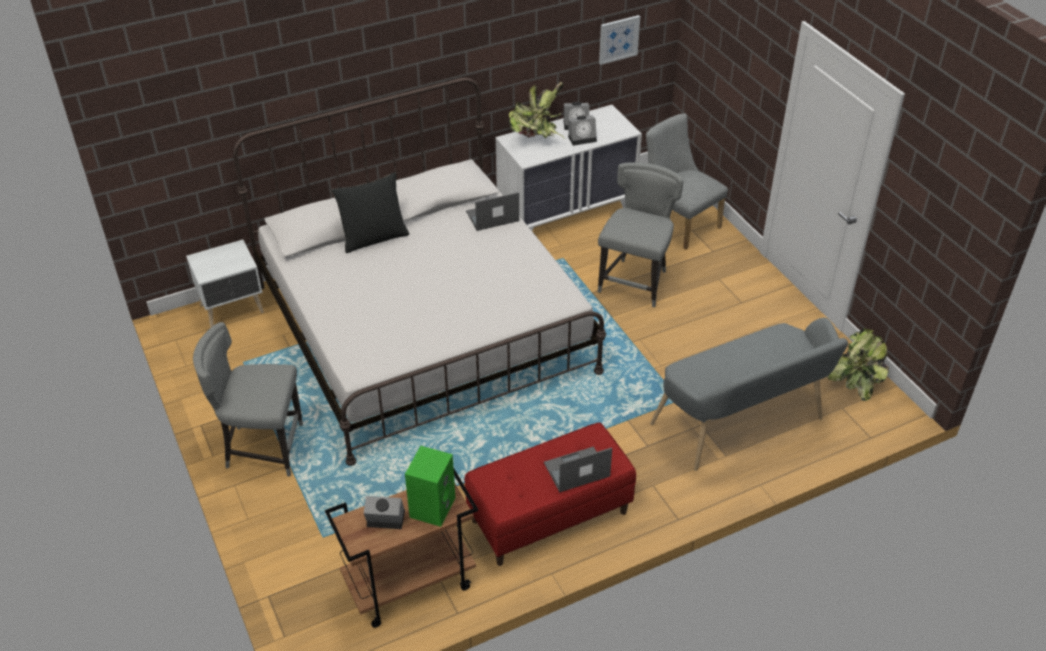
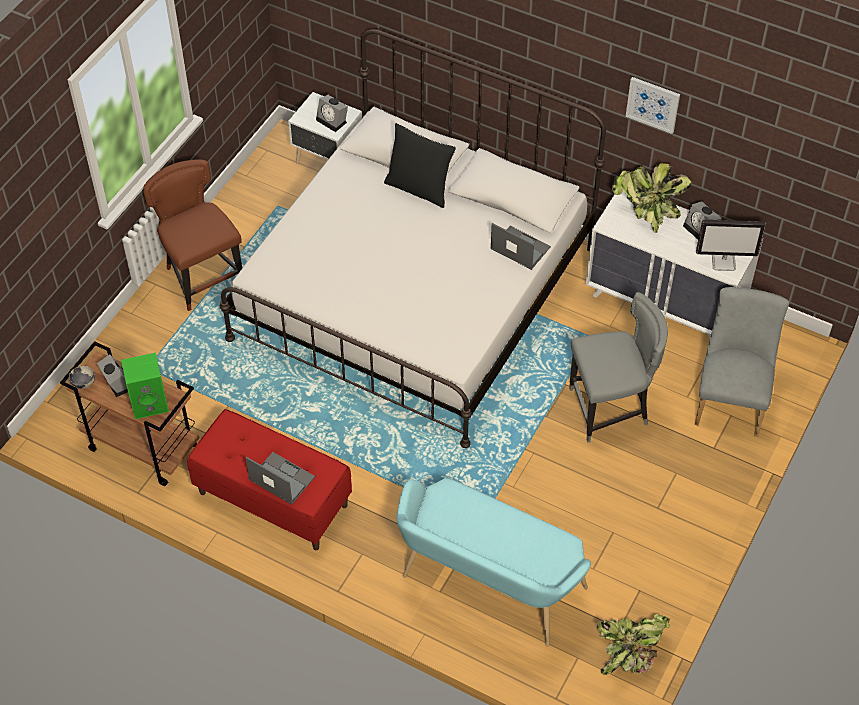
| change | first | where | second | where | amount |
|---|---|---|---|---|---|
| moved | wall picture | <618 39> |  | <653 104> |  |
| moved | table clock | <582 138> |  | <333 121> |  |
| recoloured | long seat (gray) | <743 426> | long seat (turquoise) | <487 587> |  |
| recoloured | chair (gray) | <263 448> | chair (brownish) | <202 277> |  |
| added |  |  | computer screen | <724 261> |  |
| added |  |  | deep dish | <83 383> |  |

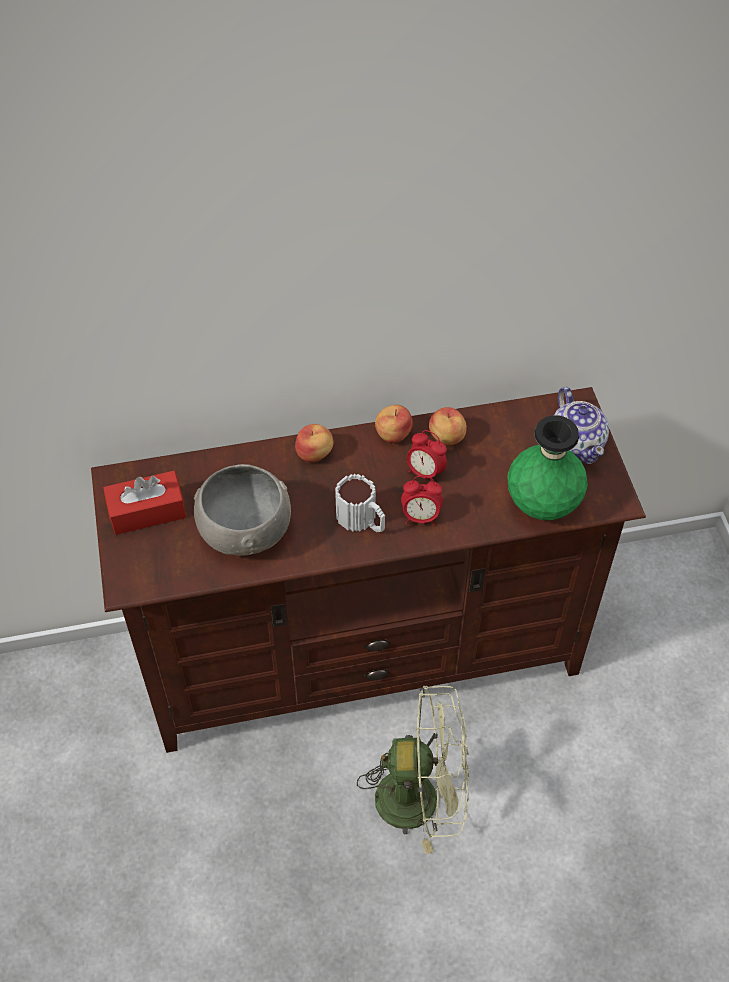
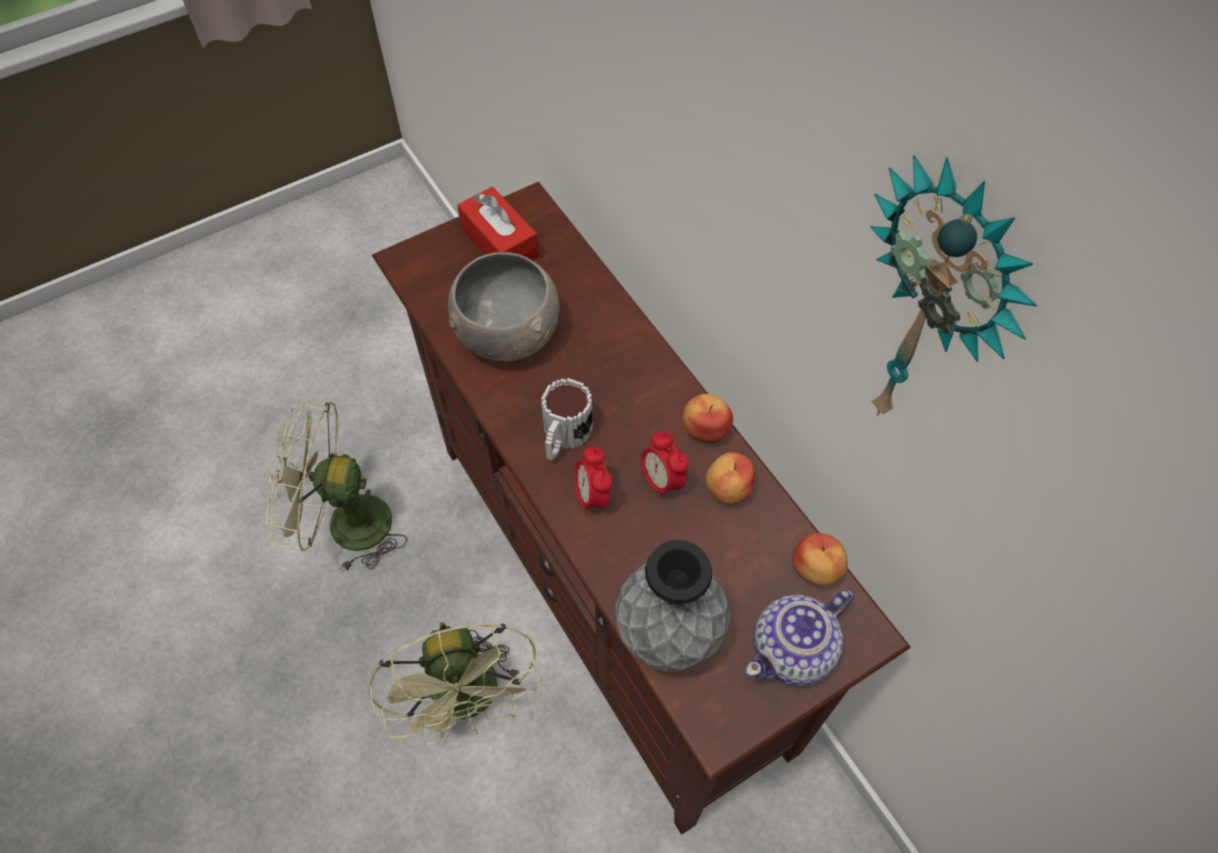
| change | first | where | second | where | amount |
|---|---|---|---|---|---|
| recoloured | decorative vase (green-coloured) | <542 505> | decorative vase (gray) | <669 633> |  |
| moved | whole apple | <315 454> |  | <815 570> |  |
| turned | table clock | <425 472> |  | <662 481> | 45 degrees counterclockwise |
| added |  |  | hanging clock | <934 310> |  |
| added |  |  | fan (green-coloured) | <345 524> |  |

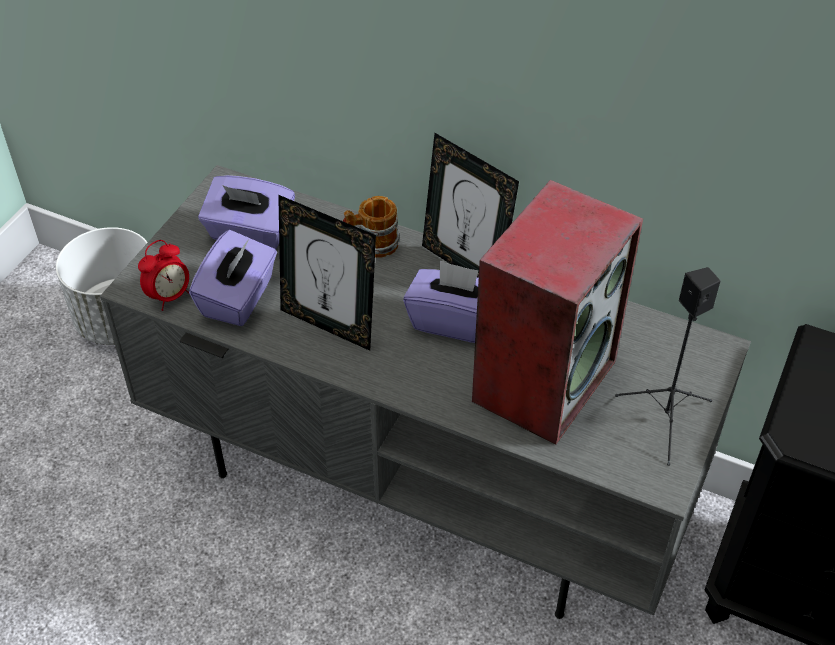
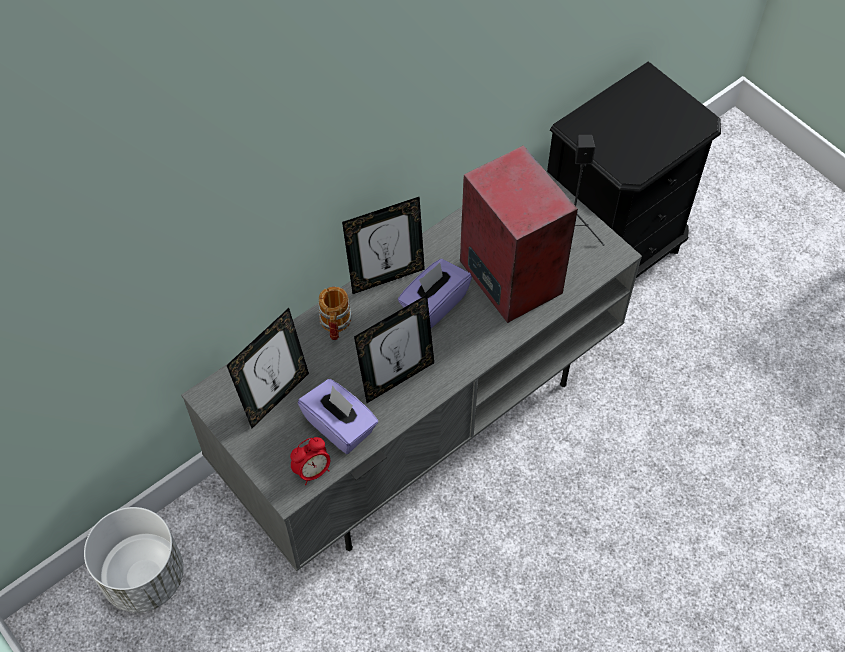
| change | first | where | second | where | amount |
|---|---|---|---|---|---|
| replaced | tissue holder (purple) | <250 233> | picture frame | <275 396> |  |
| turned | table clock | <169 296> |  | <312 471> | 75 degrees clockwise |

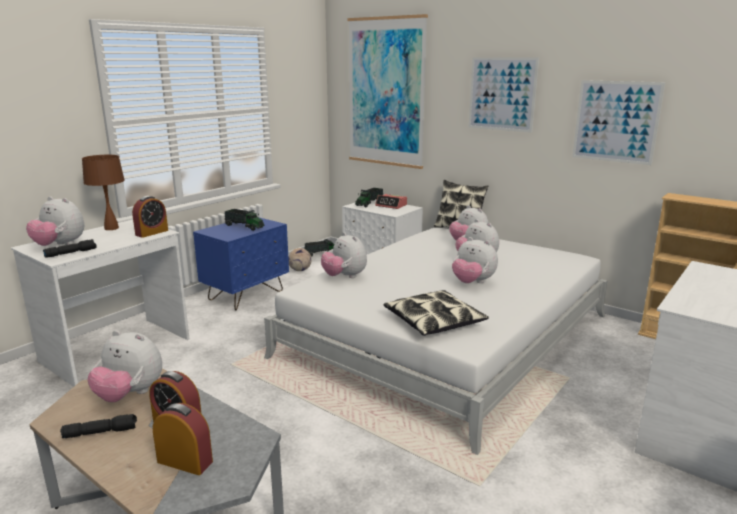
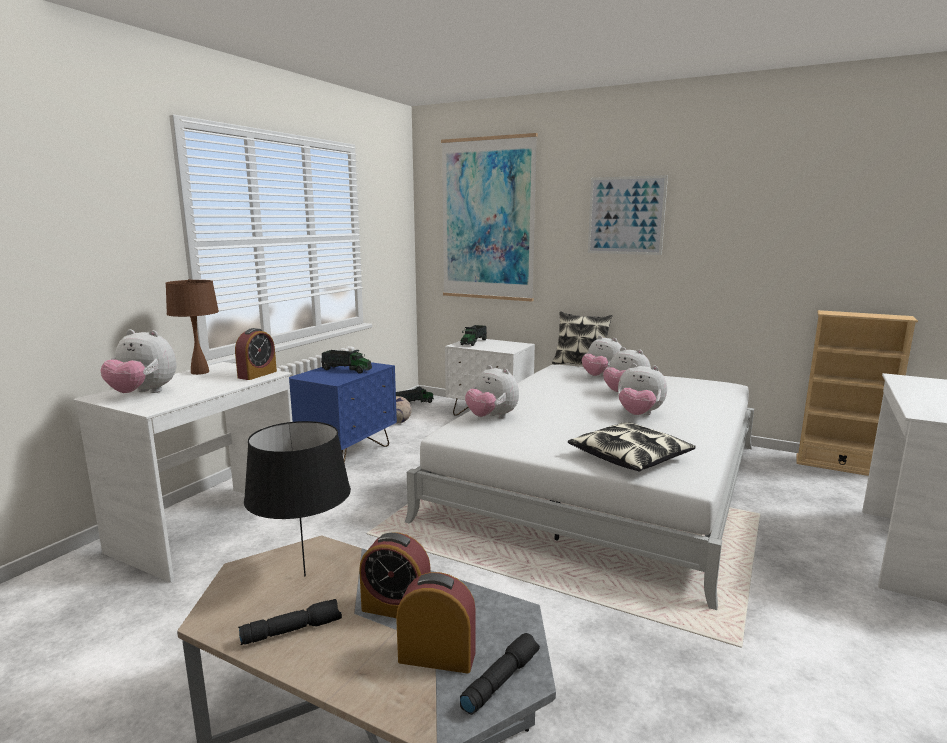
| change | first | where | second | where | amount |
|---|---|---|---|---|---|
| removed | wall picture | <616 121> |  |  |  |
| removed | table clock | <391 205> |  |  |  |
| moved | hand torch (blackish) | <71 253> |  | <500 680> |  |
| replaced | soft toy | <130 395> | tabletop lamp (blackish) | <305 575> |  |

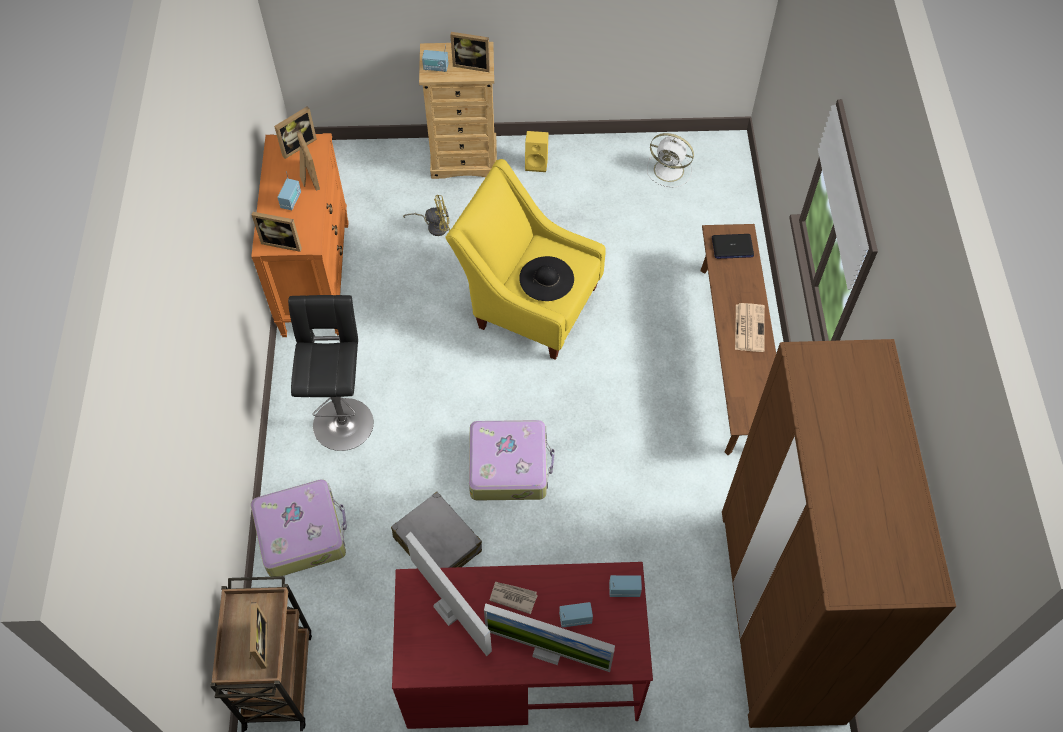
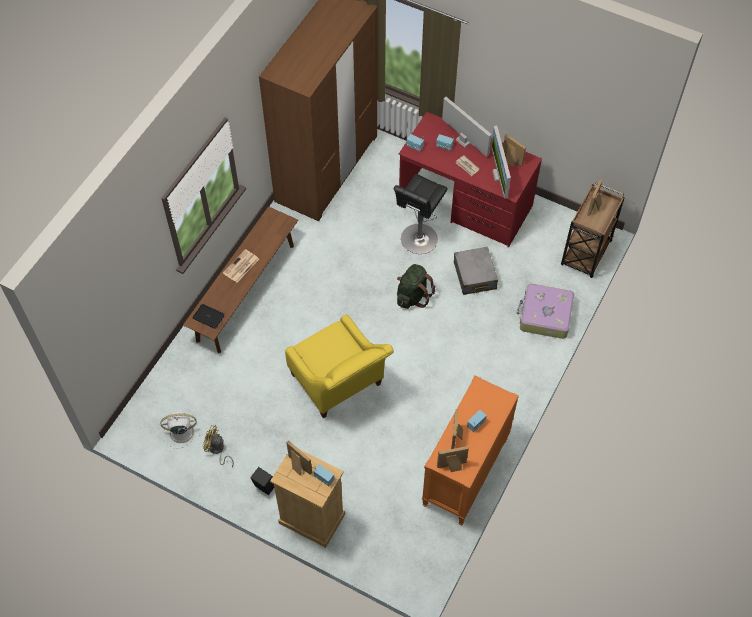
| change | first | where | second | where | amount |
|---|---|---|---|---|---|
| recoloured | speaker (yellow-coloured) | <537 163> | speaker (blackish) | <264 487> |  |
| turned | fan (whitish) | <670 170> |  | <180 432> | 60 degrees counterclockwise |
| moved | fan (yellow-coloured) | <434 226> |  | <217 450> |  |
| moved | picture frame | <283 242> |  | <510 161> |  |
| removed | clothing hat (blackish) | <546 278> |  |  |  |
| moved | stool seat (blackish) | <343 420> |  | <418 241> |  |
| replaced | travel case | <509 466> | backpack (green-coloured) | <413 296> |  |

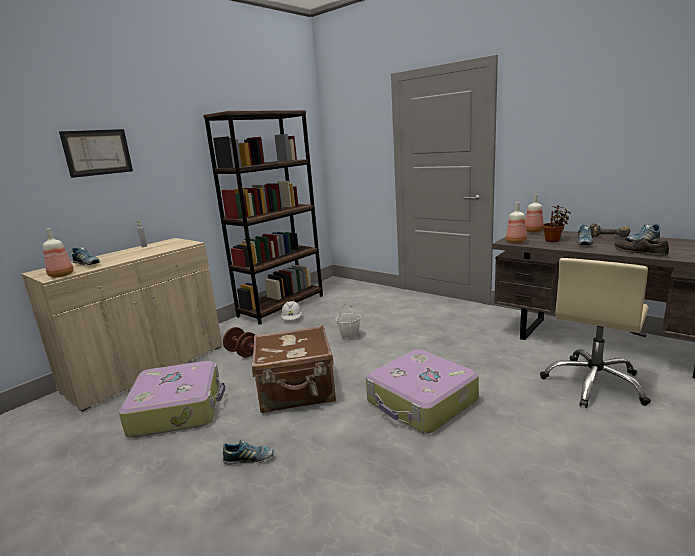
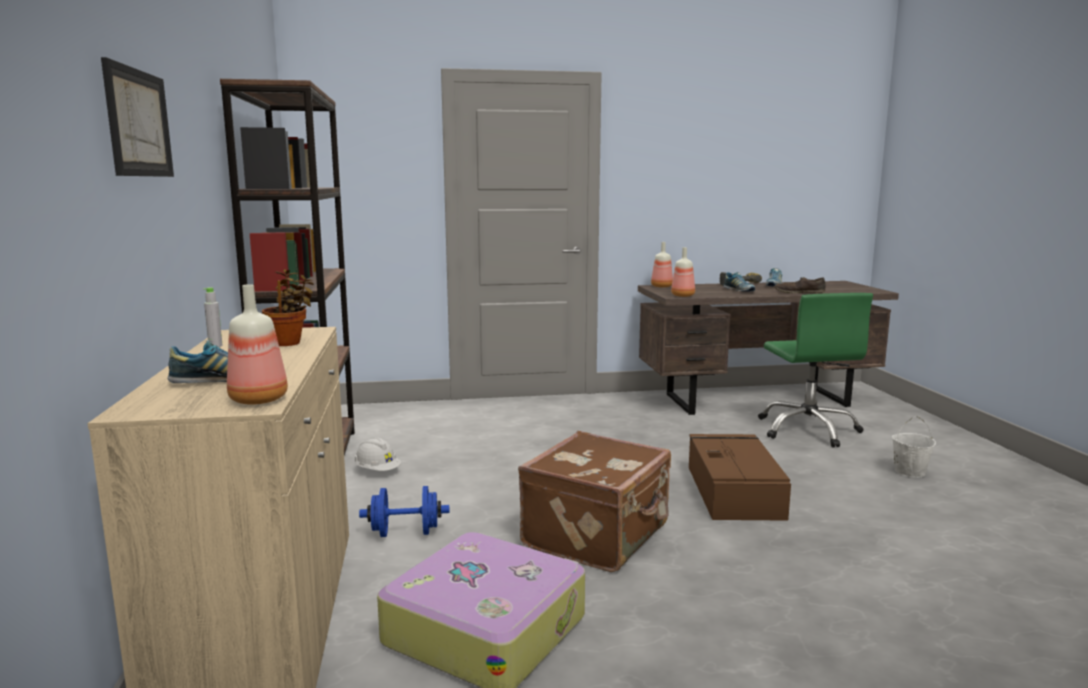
| change | first | where | second | where | amount |
|---|---|---|---|---|---|
| moved | potted plant | <553 240> |  | <289 342> |  |
| recoloured | office chair (sand-coloured) | <594 384> | office chair (green-coloured) | <808 429> |  |
| moved | bucket (whitish) | <350 336> |  | <909 472> |  |
| recoloured | dumbbell (brownish) | <242 353> | dumbbell (blue) | <405 533> |  |
| replaced | travel case | <421 402> | storage container (brownish) | <733 490> |  |
| removed | item of footwear | <249 459> |  |  |  |

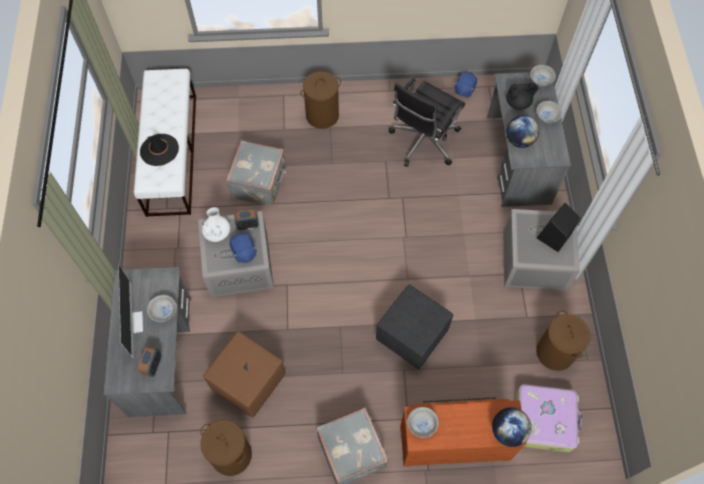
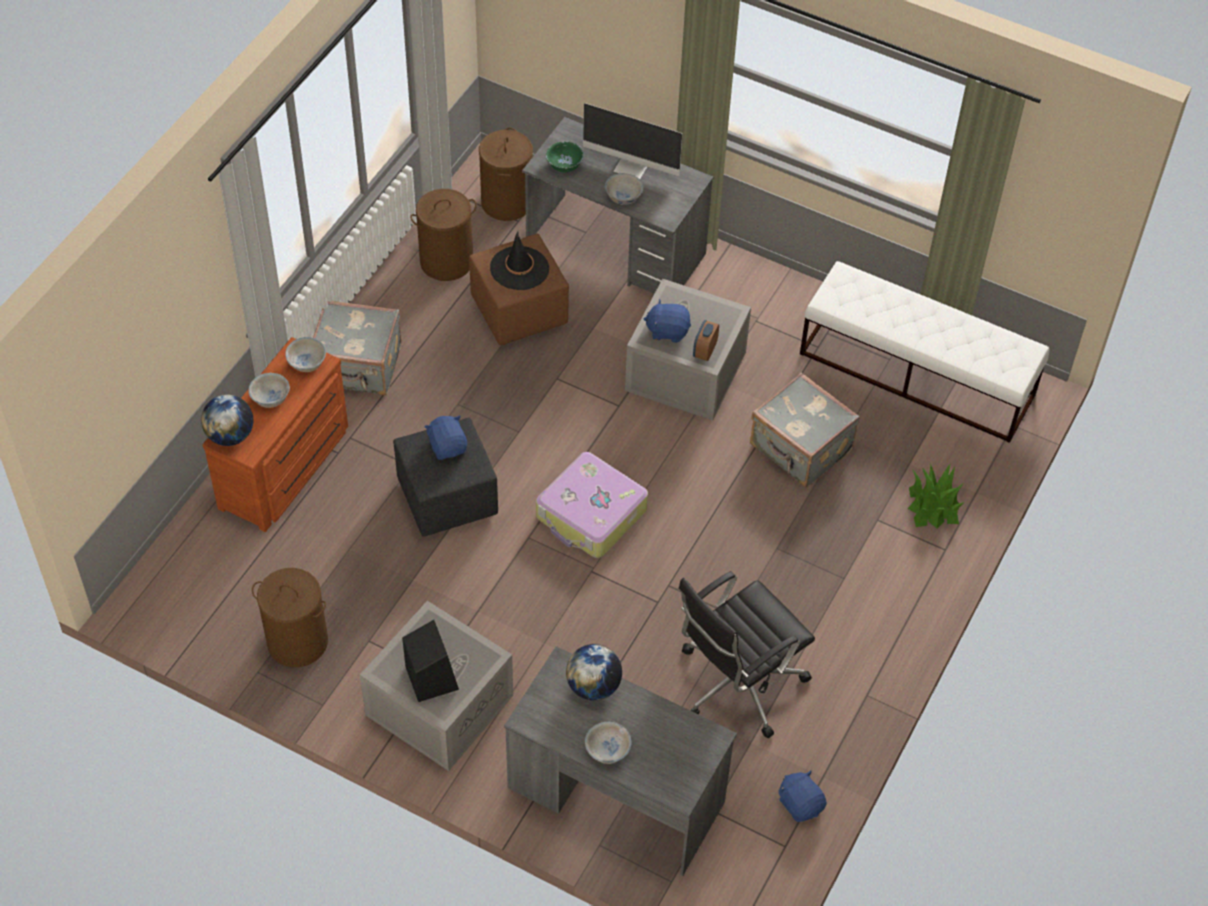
| change | first | where | second | where | amount |
|---|---|---|---|---|---|
| moved | deep dish (whitish) | <540 80> |  | <270 398> |  |
| moved | laundry basket (brownish) | <322 115> |  | <507 203> |  |
| turned | office chair (blackish) | <423 142> |  | <736 684> | 105 degrees counterclockwise |
| removed | pot for tea (blackish) | <518 103> |  |  |  |
| moved | clothing hat (blackish) | <159 150> |  | <519 268> |  |
| removed | pot for tea (whitish) | <217 232> |  |  |  |
| replaced | table clock | <153 365> | deep dish (green-coloured) | <565 165> |  |
| moved | travel case | <544 420> |  | <591 515> |  |
| added |  |  | soft toy (blue) | <448 446> |  |
| added |  |  | potted plant | <933 505> |  |

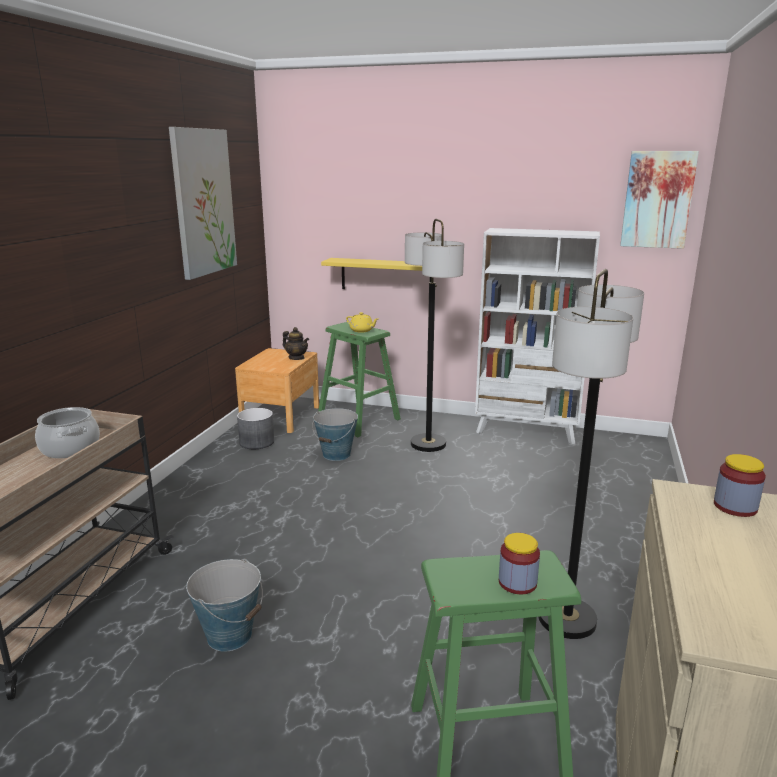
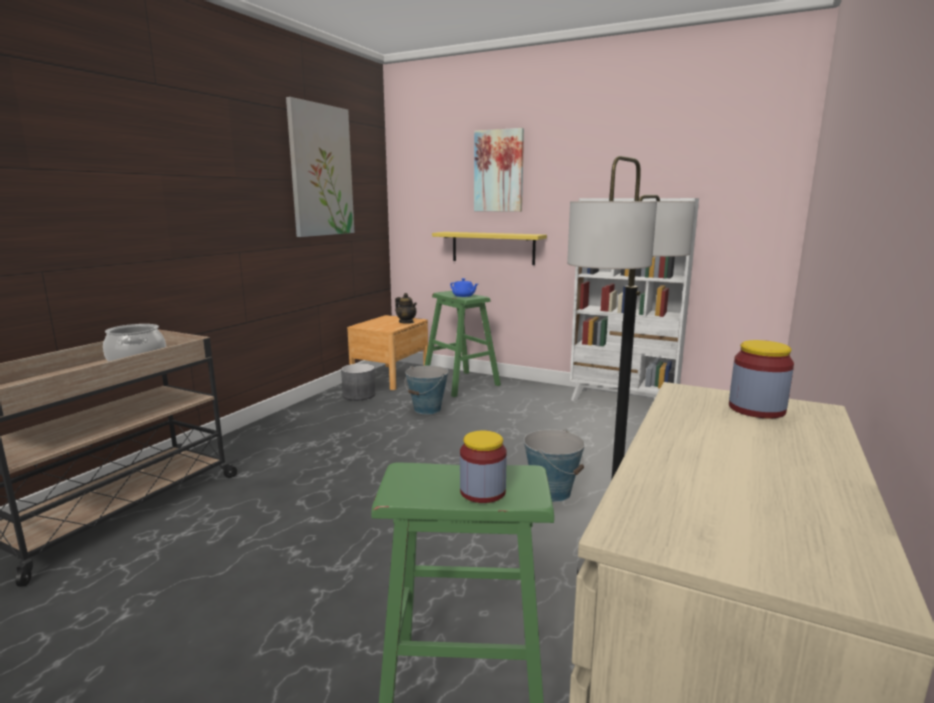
| change | first | where | second | where | amount |
|---|---|---|---|---|---|
| moved | wall picture | <657 200> |  | <499 171> |  |
| removed | standard lamp | <428 444> |  |  |  |
| recoloured | pot for tea (yellow-coloured) | <362 330> | pot for tea (blue) | <464 296> |  |
| moved | bucket | <230 635> |  | <552 492> |  |

